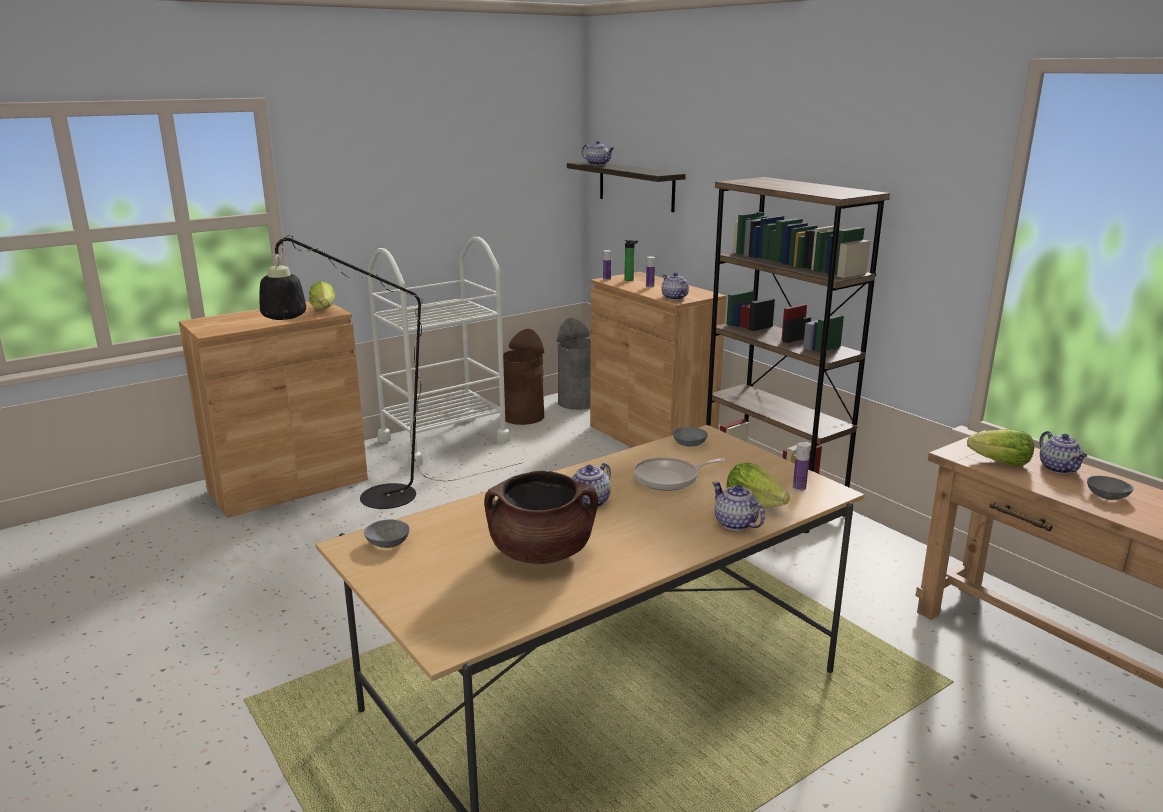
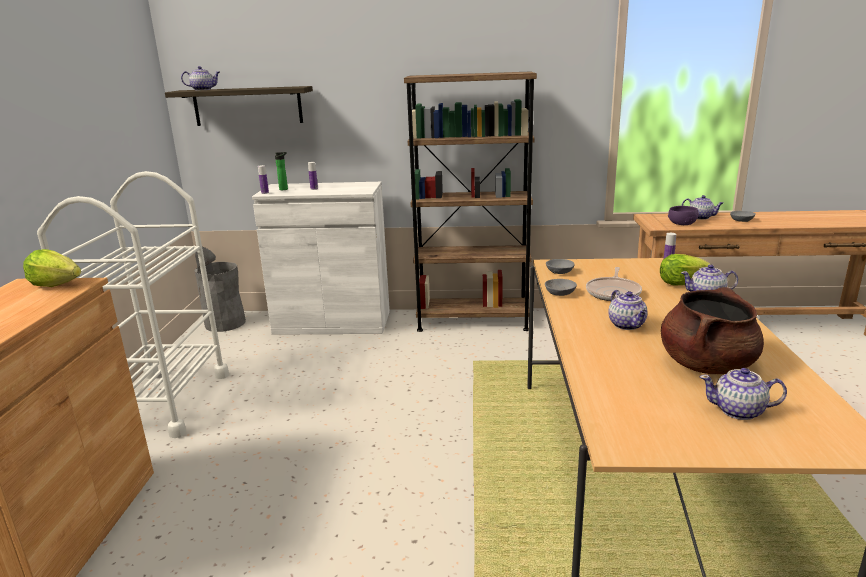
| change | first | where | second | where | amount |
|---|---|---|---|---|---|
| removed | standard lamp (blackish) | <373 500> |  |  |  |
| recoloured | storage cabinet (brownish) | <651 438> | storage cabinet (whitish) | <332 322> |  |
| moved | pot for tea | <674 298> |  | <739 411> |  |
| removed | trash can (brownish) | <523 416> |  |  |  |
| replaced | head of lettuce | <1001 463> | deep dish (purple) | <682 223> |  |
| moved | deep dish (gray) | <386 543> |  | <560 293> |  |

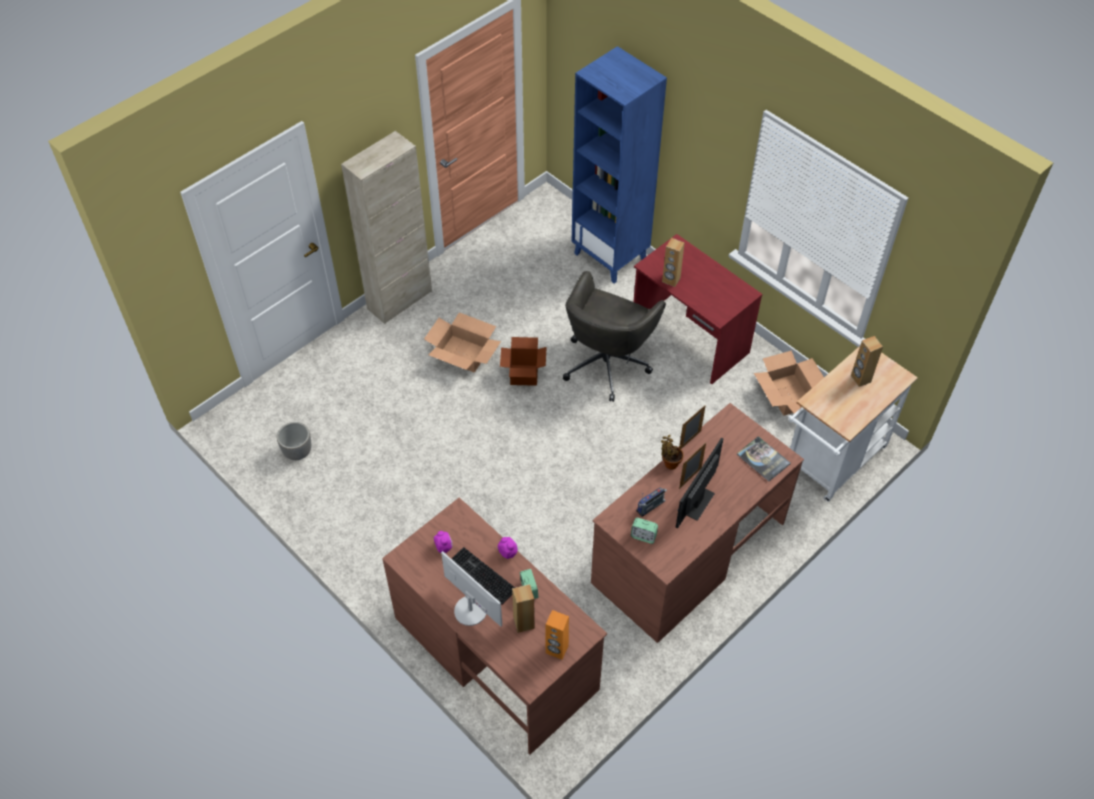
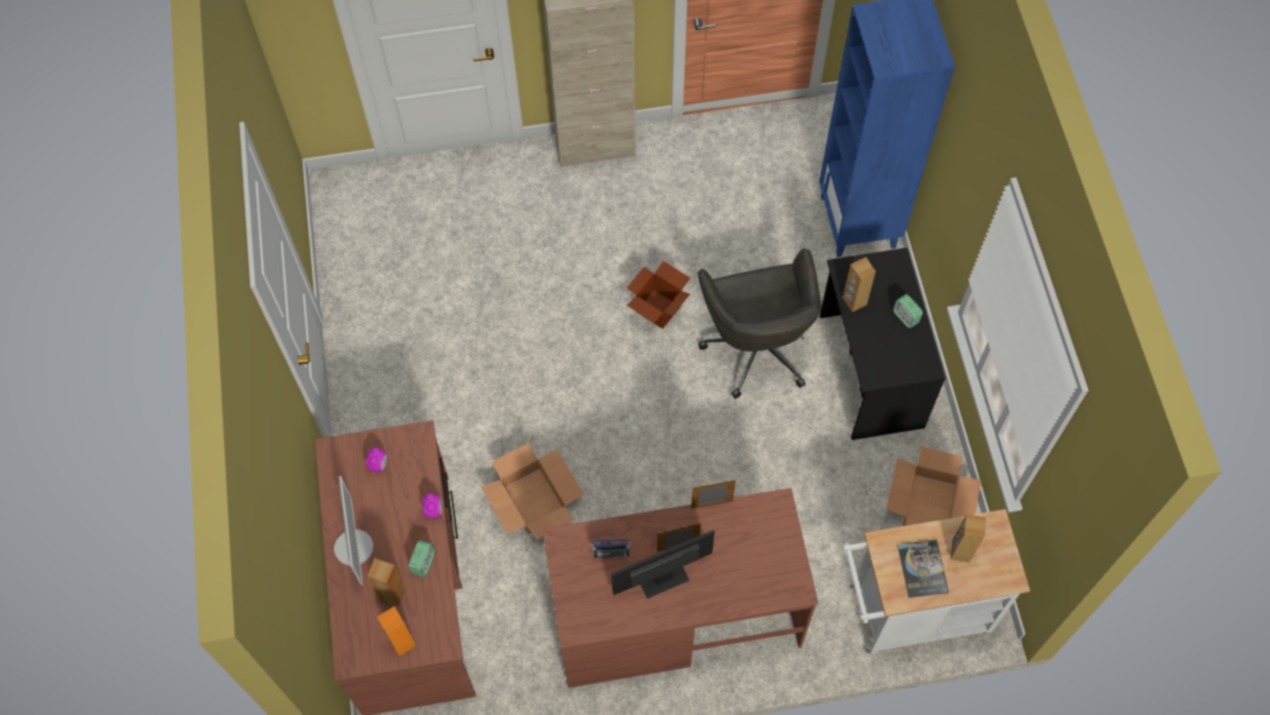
| change | first | where | second | where | amount |
|---|---|---|---|---|---|
| recoloured | desk unit (reddish) | <689 338> | desk unit (blackish) | <869 371> |  |
| turned | office chair (gray) | <607 362> |  | <756 346> | 75 degrees counterclockwise |
| moved | cardboard box | <463 353> |  | <534 500> |  |
| removed | flower pot | <298 452> |  |  |  |
| removed | potted plant | <670 463> |  |  |  |
| moved | book | <763 459> |  | <922 569> |  |
| moved | table clock | <643 536> |  | <906 317> |  |
| removed | PC keyboard | <480 576> |  |  |  |

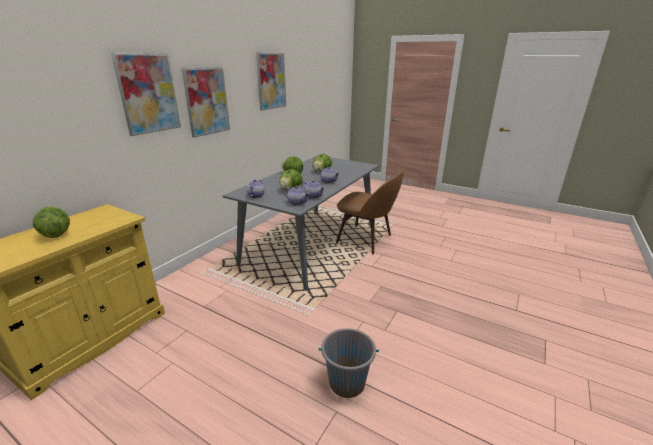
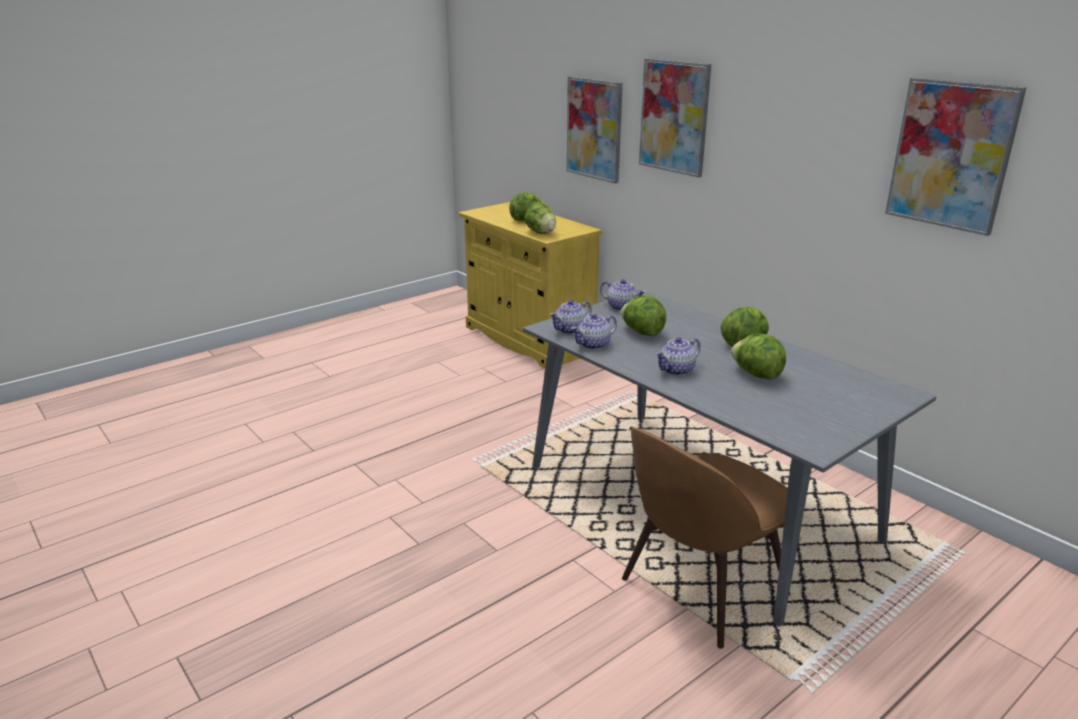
| change | first | where | second | where | amount |
|---|---|---|---|---|---|
| moved | wall picture | <206 101> |  | <594 129> |  |
| removed | bucket (gray) | <347 382> |  |  |  |
| added |  |  | head of lettuce | <541 233> |  |

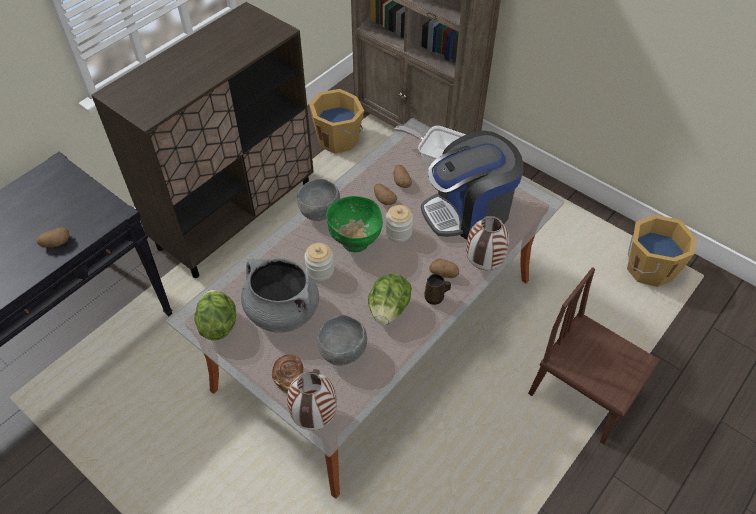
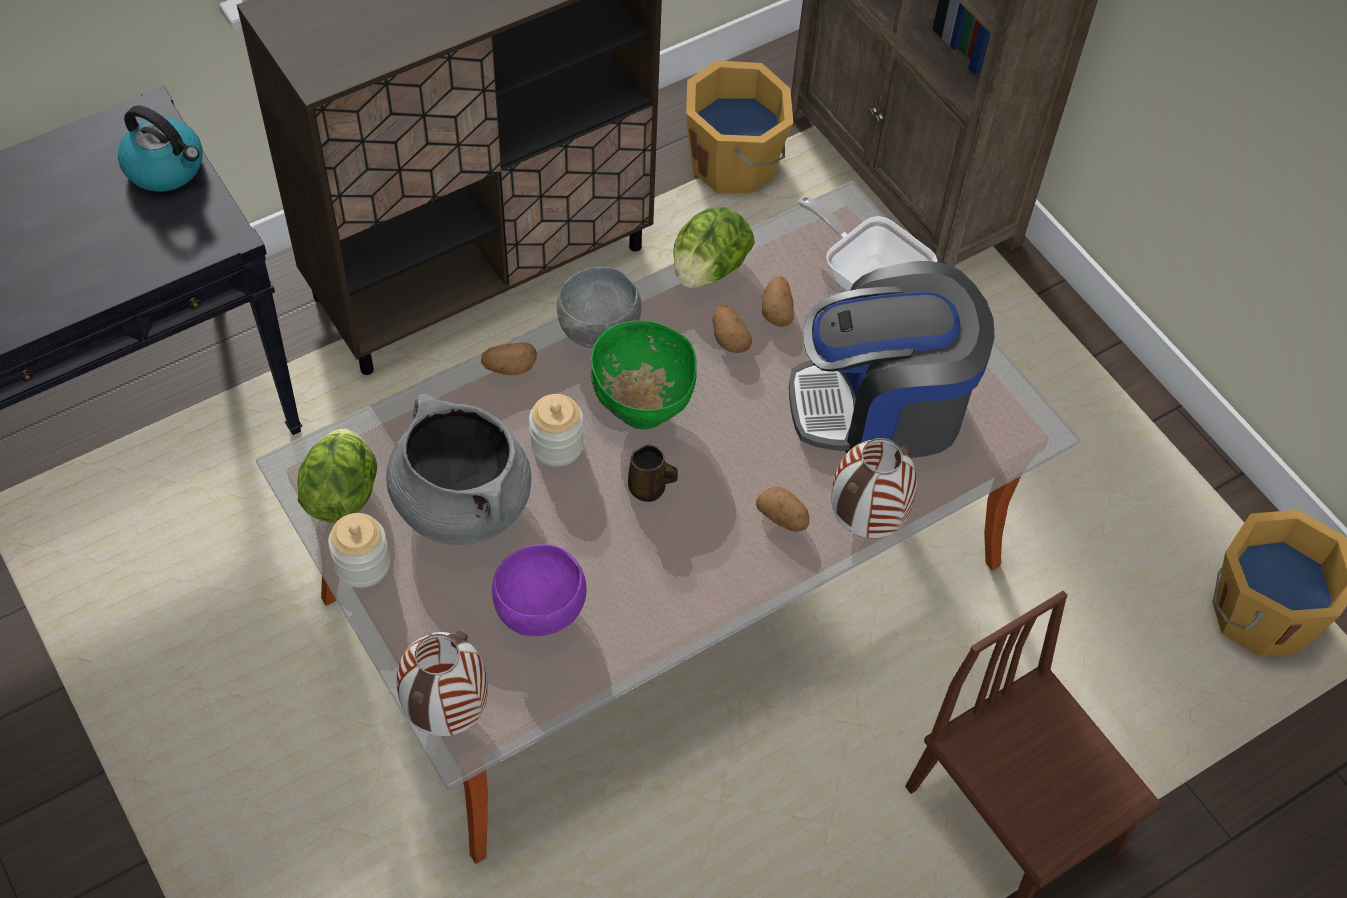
| change | first | where | second | where | amount |
|---|---|---|---|---|---|
| moved | jar | <398 232> |  | <362 564> |  |
| moved | whole potato | <56 243> |  | <509 367> |  |
| moved | head of lettuce | <389 309> |  | <709 269> |  |
| moved | coffee mug (brownish) | <435 298> |  | <649 489> |  |
| recoloured | deep dish (gray) | <343 352> | deep dish (purple) | <541 611> |  |
| removed | bakery bread | <289 377> |  |  |  |
| added |  |  | water kettle | <166 167> |  |

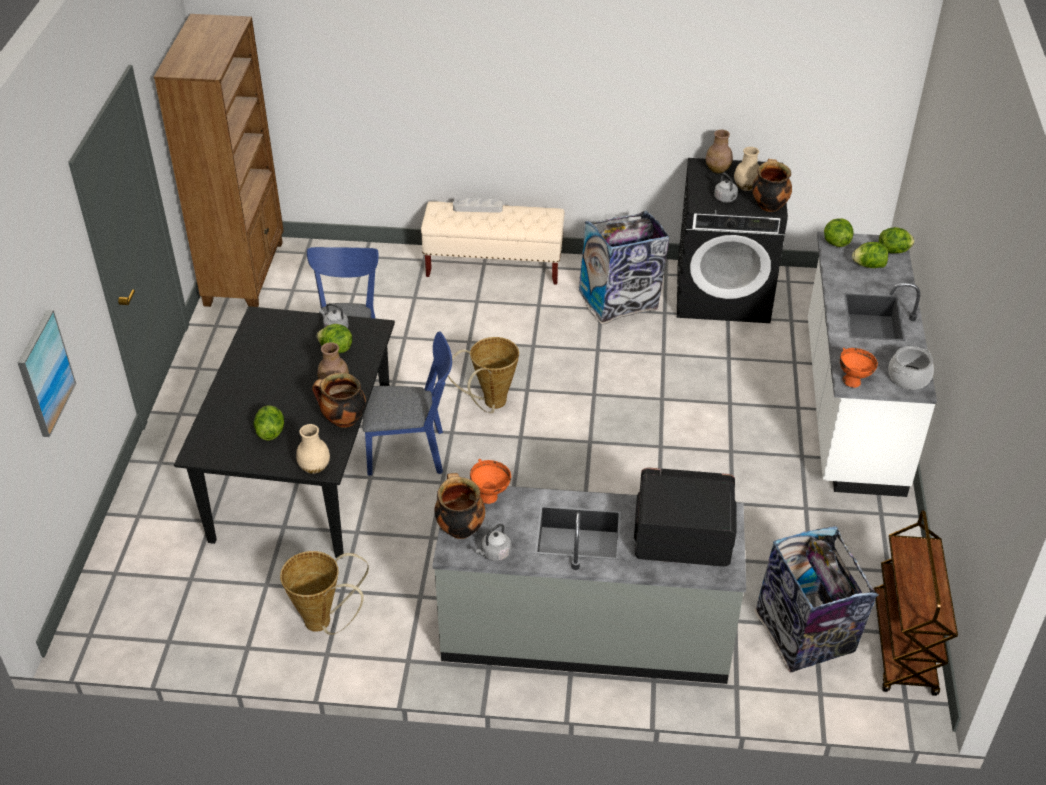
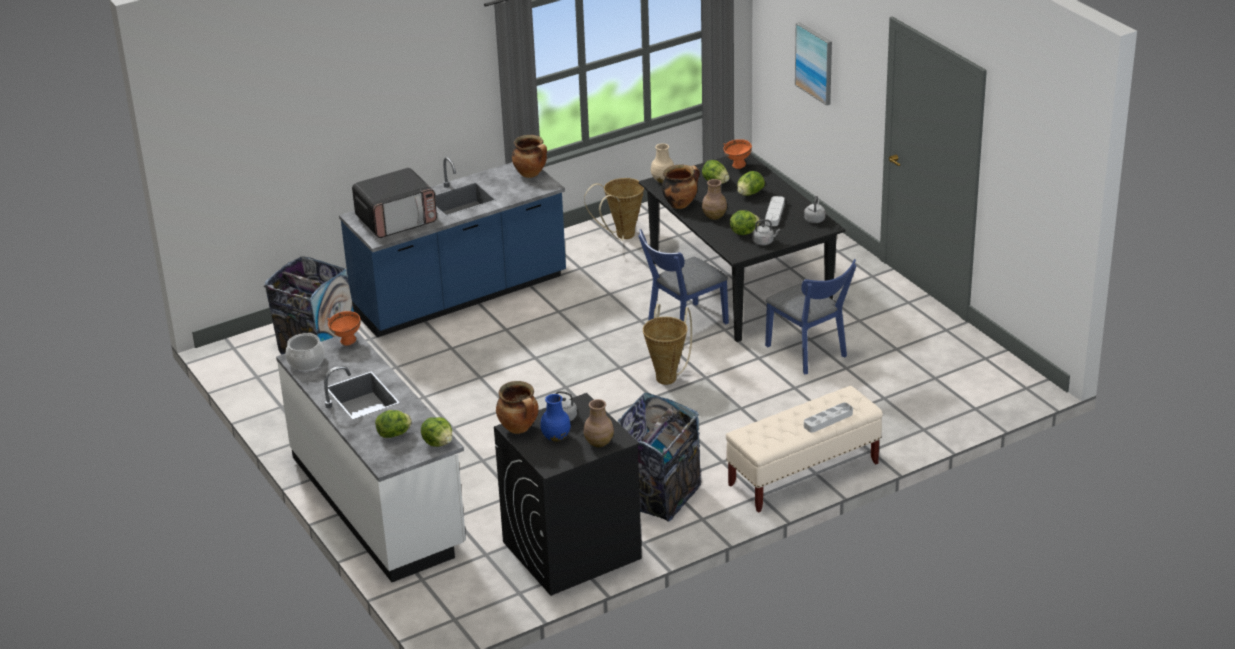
| change | first | where | second | where | amount |
|---|---|---|---|---|---|
| removed | shelving unit (brownish) | <245 273> |  |  |  |
| recoloured | decorative vase (sand-coloured) | <746 187> | decorative vase (blue) | <555 437> |  |
| moved | head of lettuce | <894 251> |  | <749 194> |  |
| moved | deep dish (orangey) | <490 496> |  | <738 166> |  |
| recoloured | kitchen counter (gray) | <586 631> | kitchen counter (blue) | <461 296> |  |
| removed | cart (brownish) | <903 645> |  |  |  |
| moved | water kettle (gray) | <494 553> |  | <814 219> |  |
| added |  |  | carrying tray (gray) | <774 213> |  |

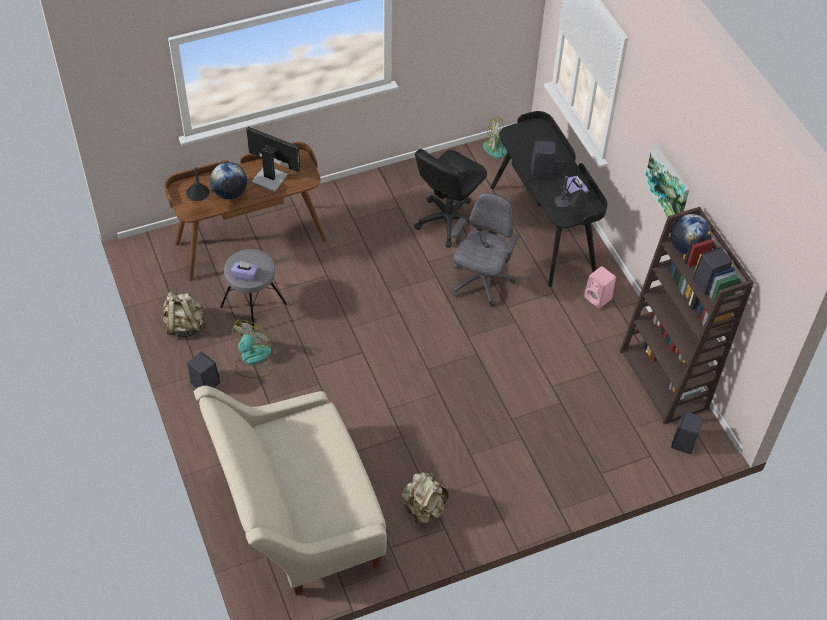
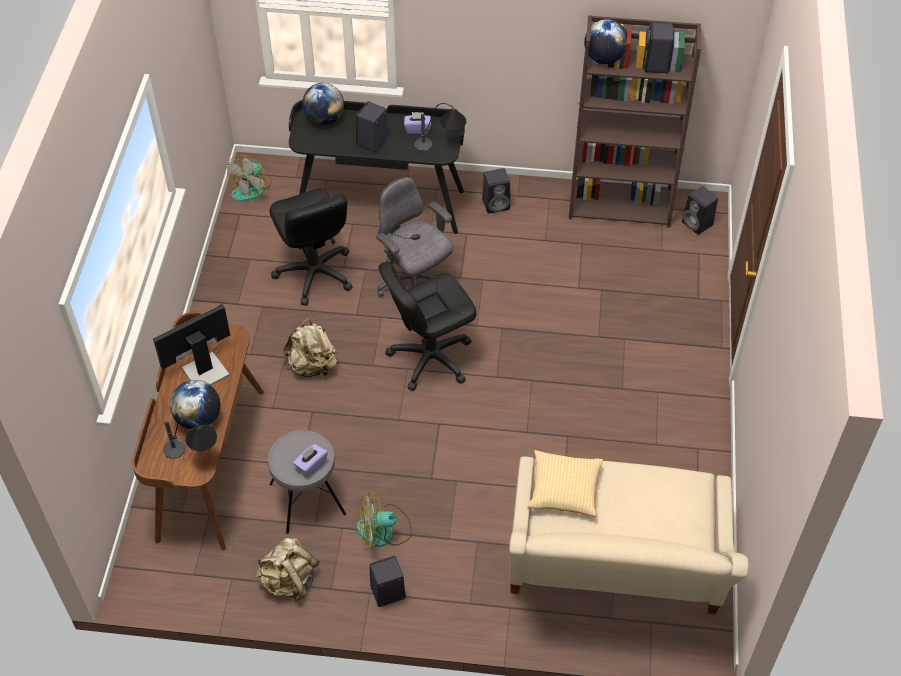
| change | first | where | second | where | amount |
|---|---|---|---|---|---|
| removed | wall picture | <668 185> |  |  |  |
| recoloured | speaker (pink-coloured) | <598 298> | speaker (blackish) | <496 204> |  |
| turned | fan | <252 360> |  | <384 531> | 60 degrees counterclockwise |
| moved | backpack (sand-coloured) | <423 509> |  | <312 366> |  |
| added |  |  | desk globe | <324 119> |  |
| added |  |  | office chair (blackish) | <430 357> |  |
| added |  |  | cushion | <564 490> |  |

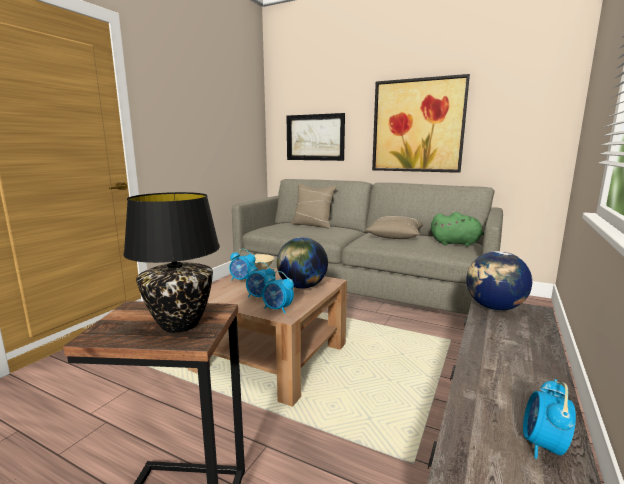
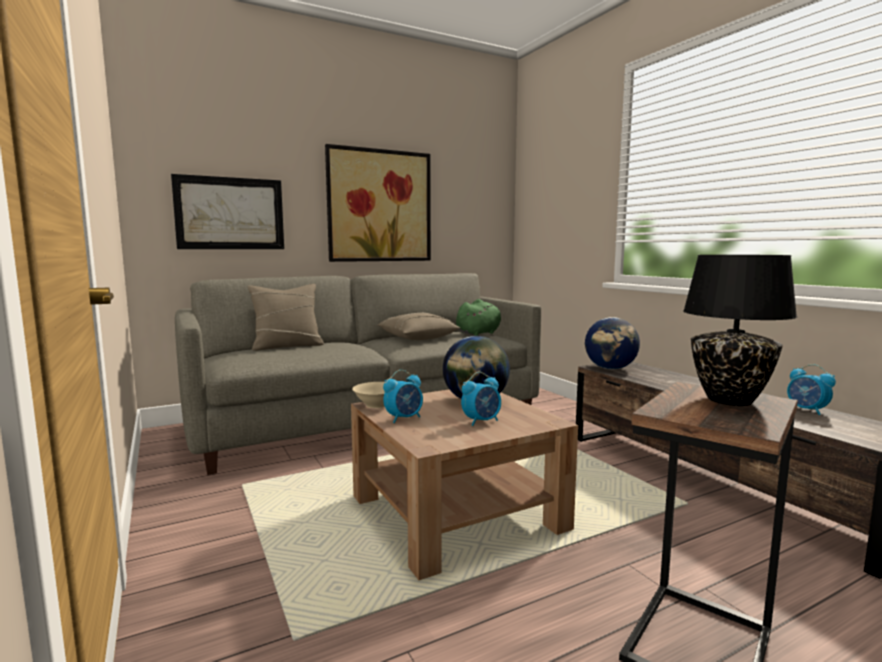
| change | first | where | second | where | amount |
|---|---|---|---|---|---|
| removed | table clock | <277 309> |  |  |  |

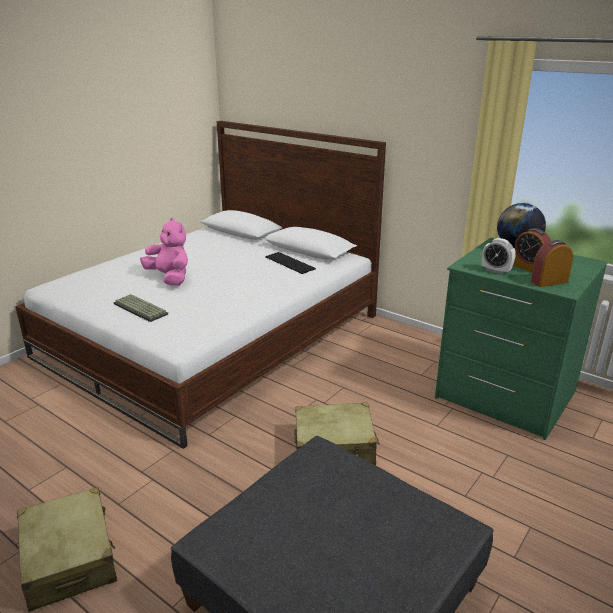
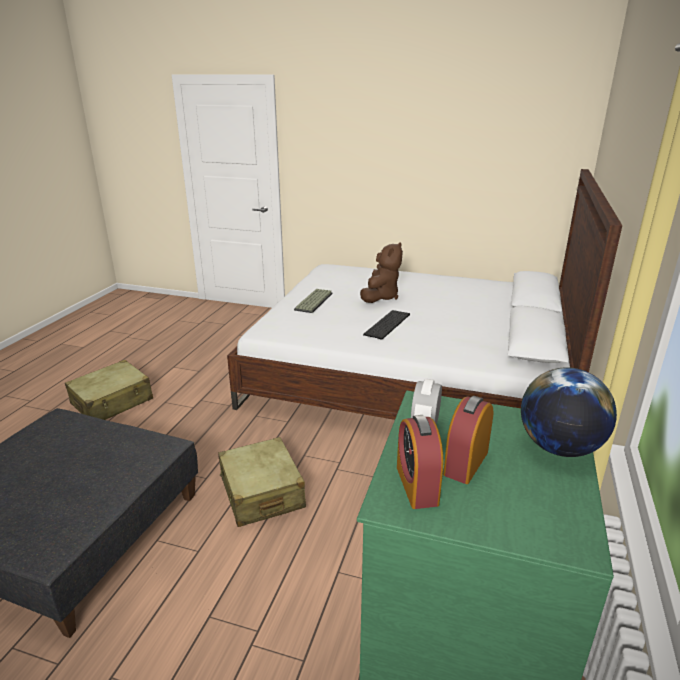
| change | first | where | second | where | amount |
|---|---|---|---|---|---|
| recoloured | soft toy (pink-coloured) | <170 278> | soft toy (brownish) | <380 297> |  |
| turned | table clock | <549 282> |  | <417 485> | 150 degrees counterclockwise |
| moved | PC keyboard | <291 263> |  | <388 325> |  |

